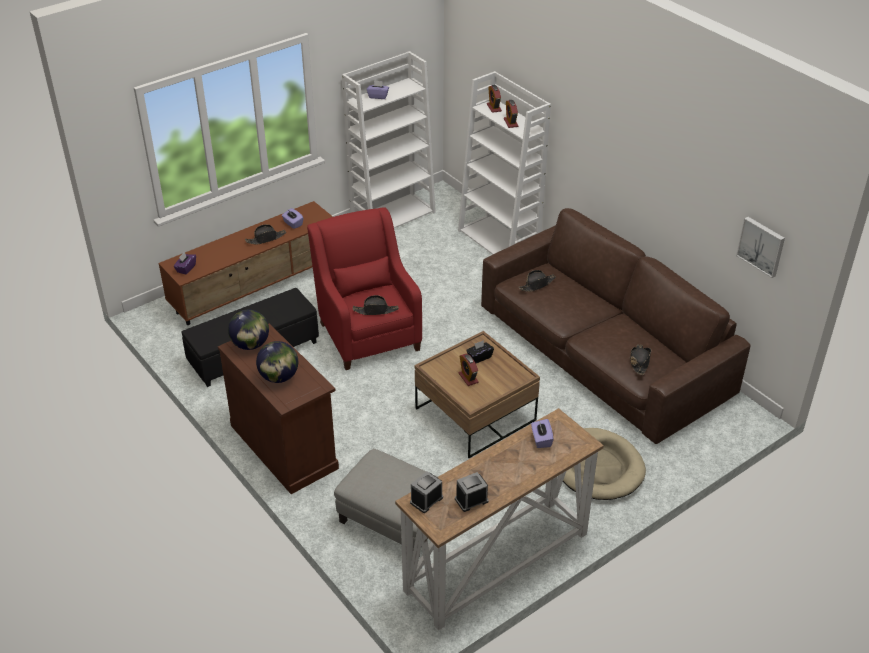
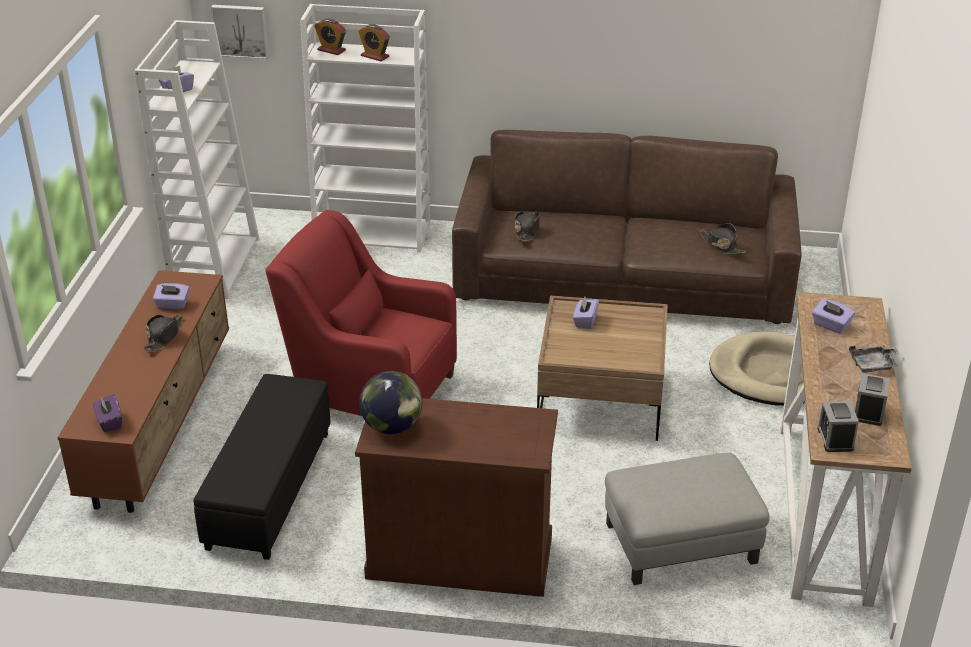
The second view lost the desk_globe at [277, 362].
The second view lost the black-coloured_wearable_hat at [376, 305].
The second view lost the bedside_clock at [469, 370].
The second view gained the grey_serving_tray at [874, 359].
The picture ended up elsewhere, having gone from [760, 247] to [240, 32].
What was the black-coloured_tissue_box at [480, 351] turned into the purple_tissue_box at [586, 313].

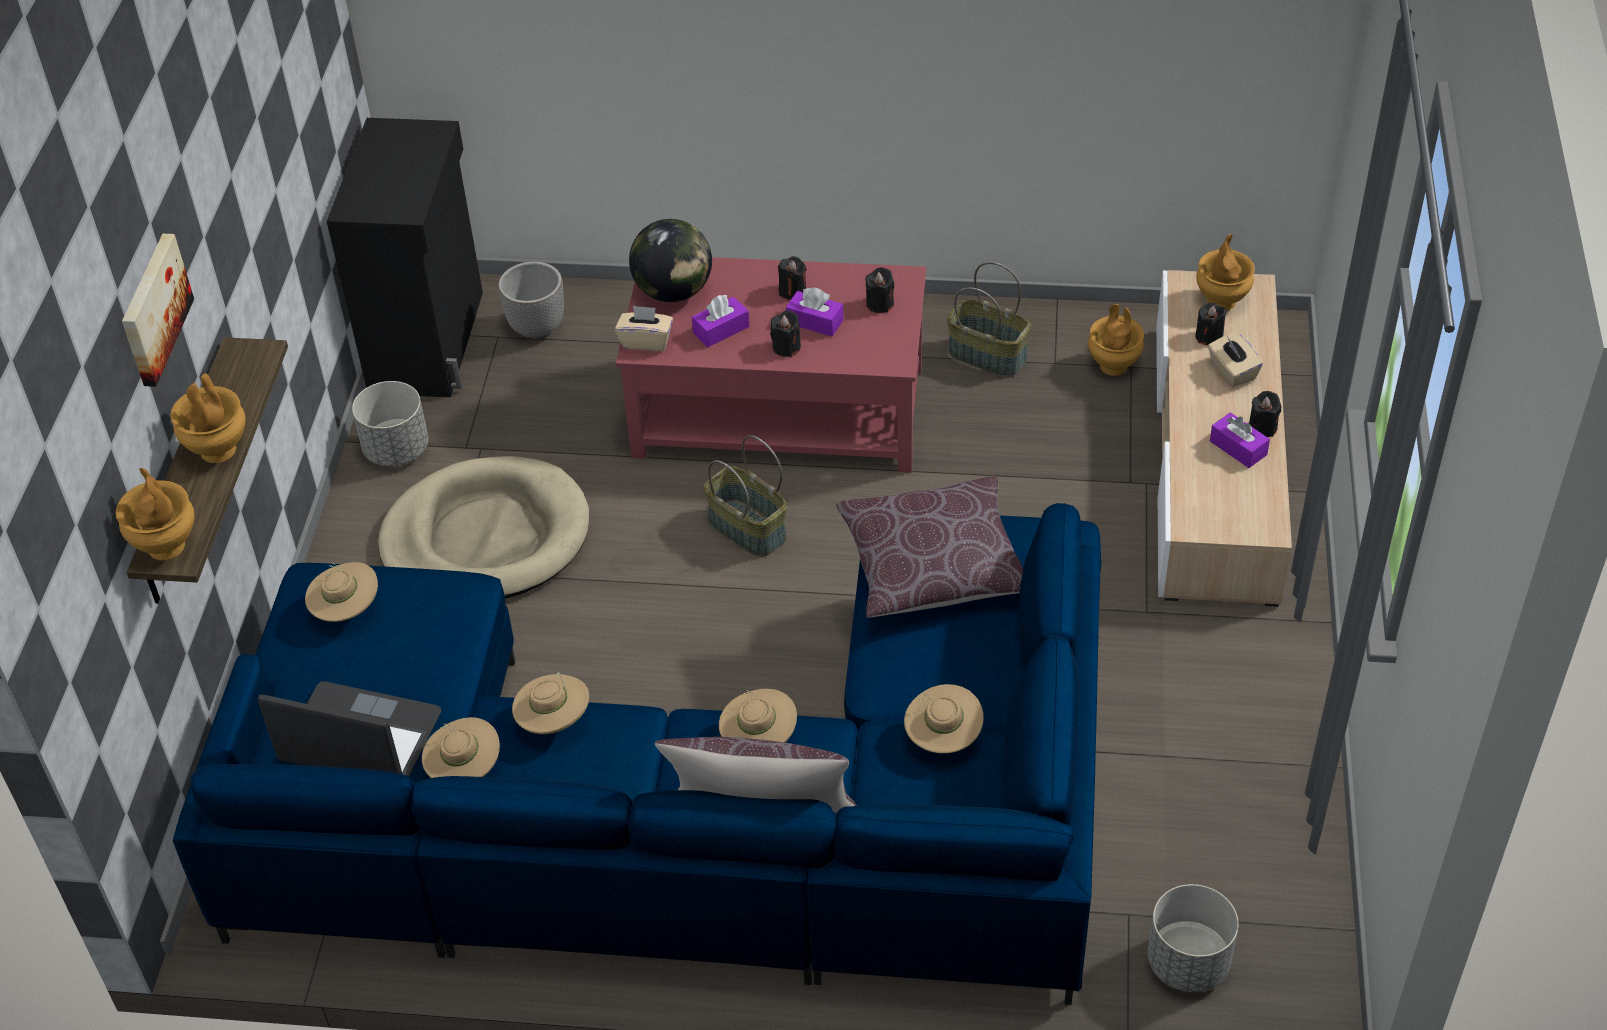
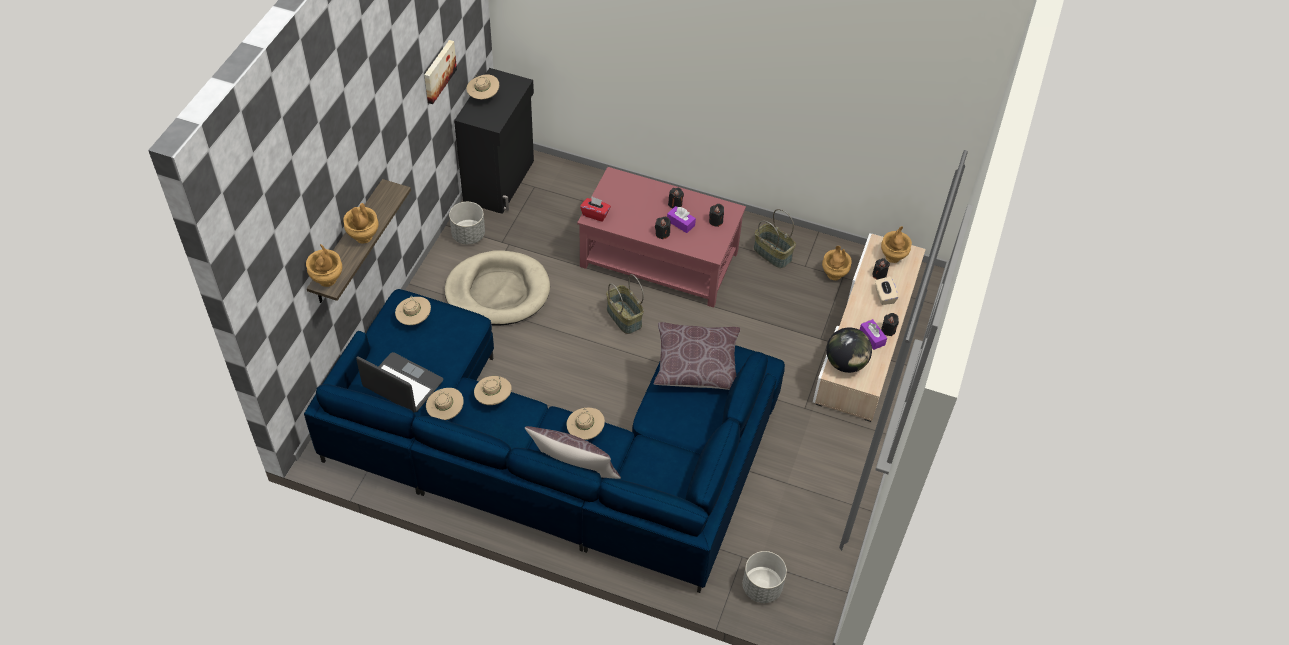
The second view lost the plant_pot at [531, 300].
The second view lost the purple_tissue_box at [720, 321].
The picture ended up elsewhere, having gone from [158, 310] to [440, 72].
The desk_globe ended up elsewhere, having gone from [670, 260] to [849, 350].
The beige_wearable_hat ended up elsewhere, having gone from [944, 718] to [482, 87].
What was the beige_tissue_box at [644, 328] turned into the red-coloured_tissue_box at [595, 209].

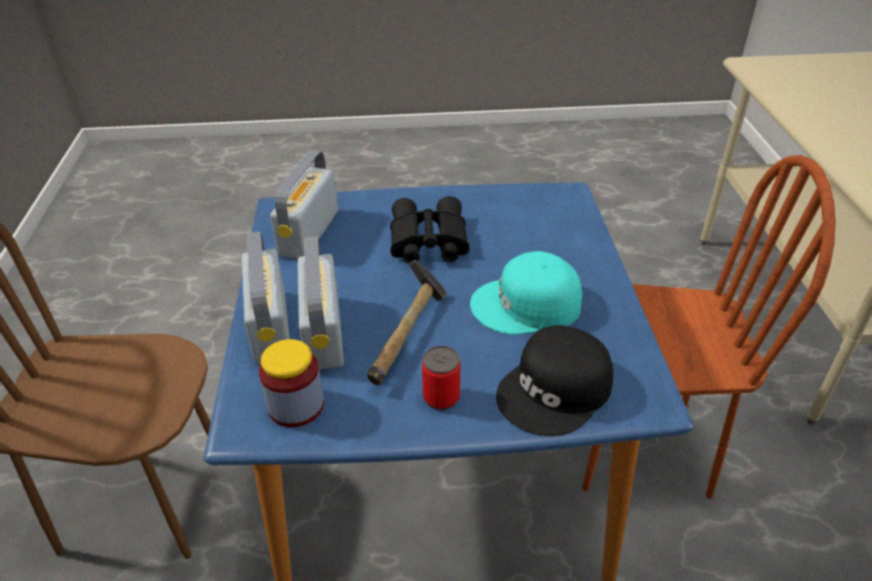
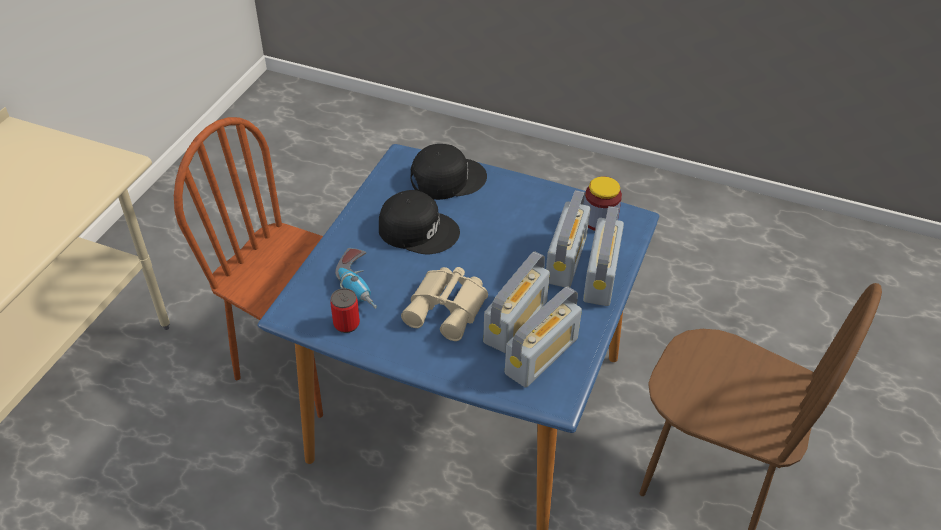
The second view lost the hand_hammer at [407, 322].
The second view gained the power_drill at [356, 278].
The second view gained the radio_receiver at [516, 302].
The sealed_can ended up elsewhere, having gone from [441, 378] to [345, 310].
What was the black-coloured_field_glasses at [429, 230] turned into the beige_field_glasses at [444, 304].
What was the turquoise_peaked_cap at [526, 292] turned into the black-coloured_peaked_cap at [419, 222].

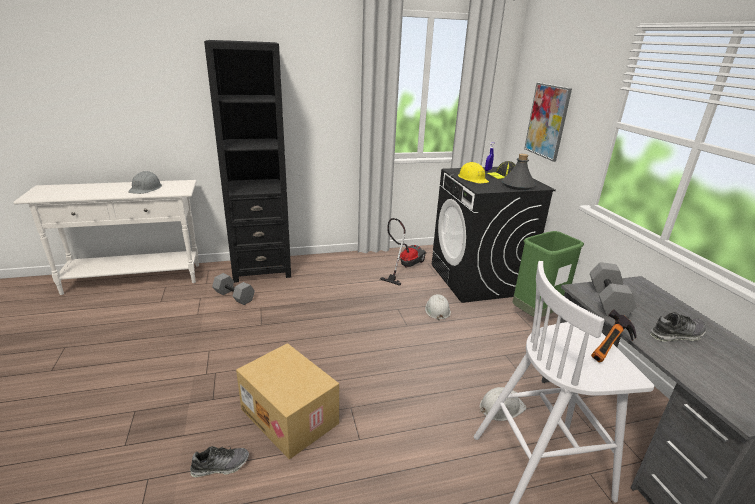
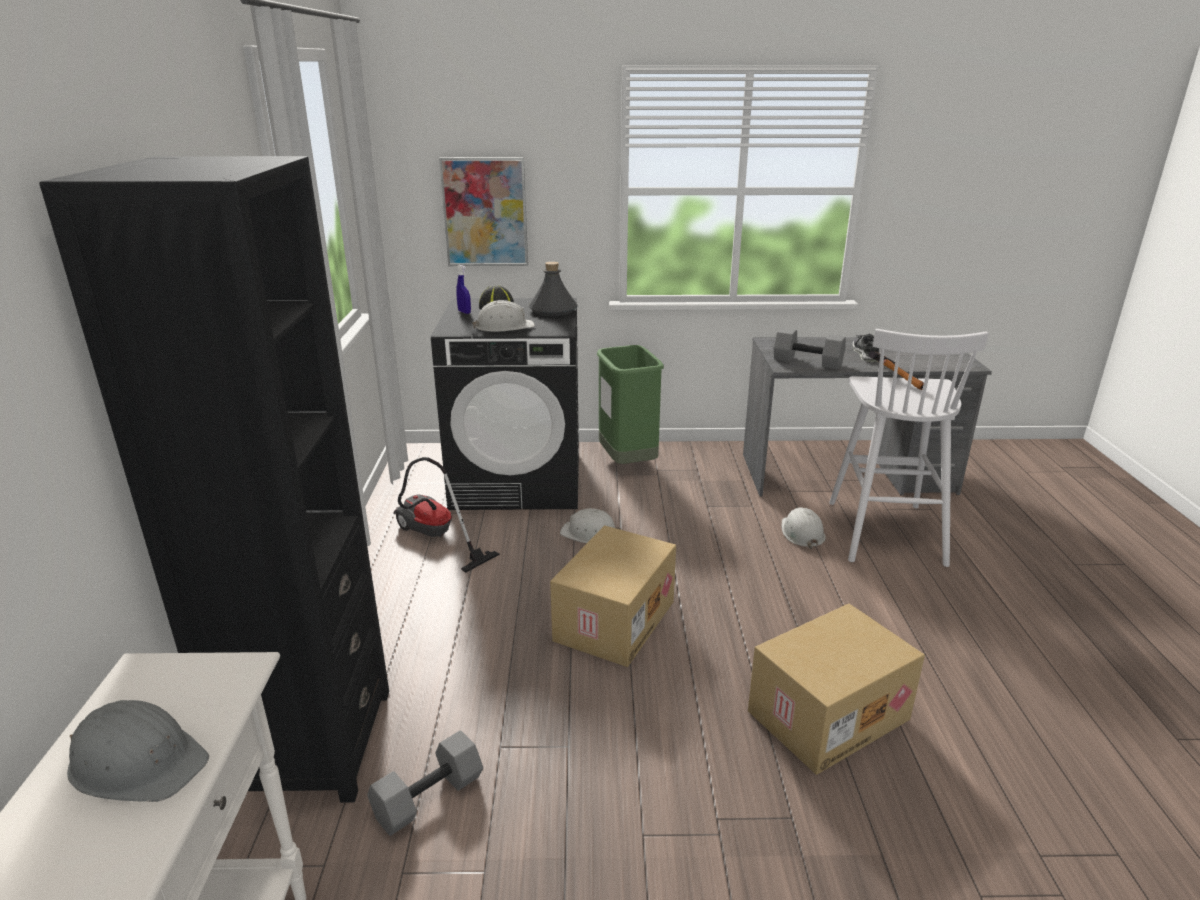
The second view lost the shoe at [219, 461].
The second view gained the cardboard_box at [613, 596].
What was the yellowish_work_helmet at [473, 172] turned into the white_work_helmet at [503, 316].

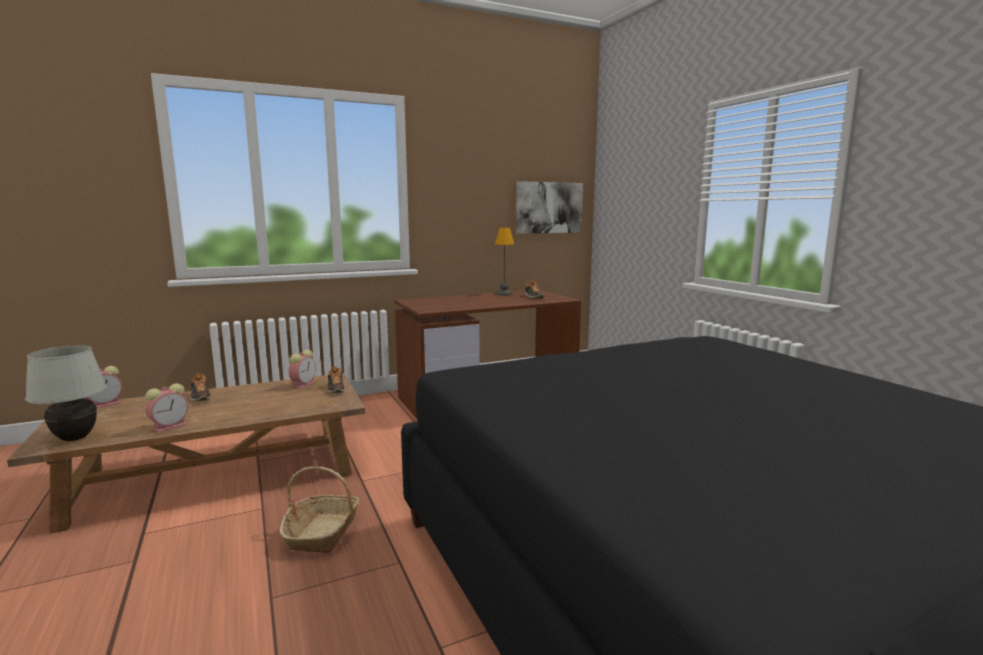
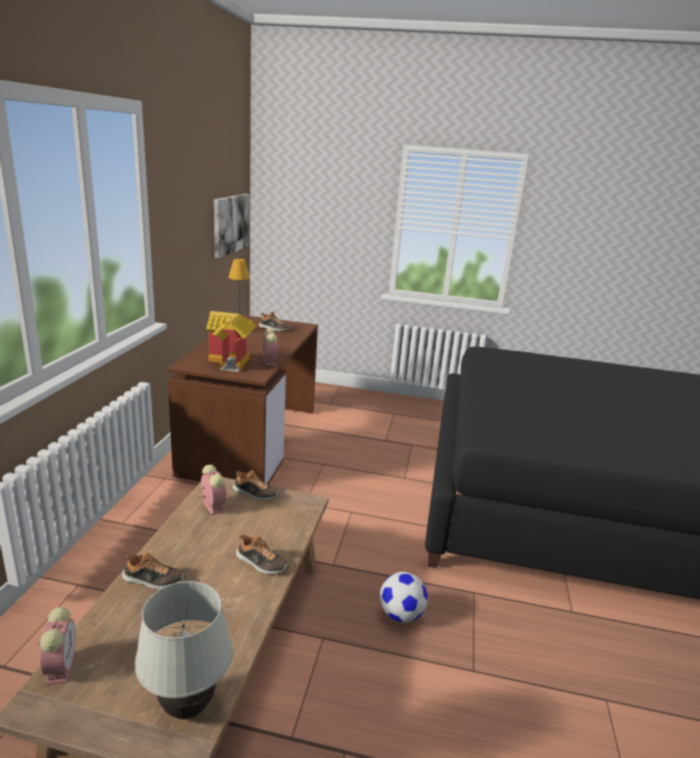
The second view gained the toy_house at [231, 341].
The second view gained the shoe at [262, 554].
The bedside_clock ended up elsewhere, having gone from [166, 408] to [269, 347].
Where the storage_basket stood at [319, 510], the football came to stand at [404, 597].

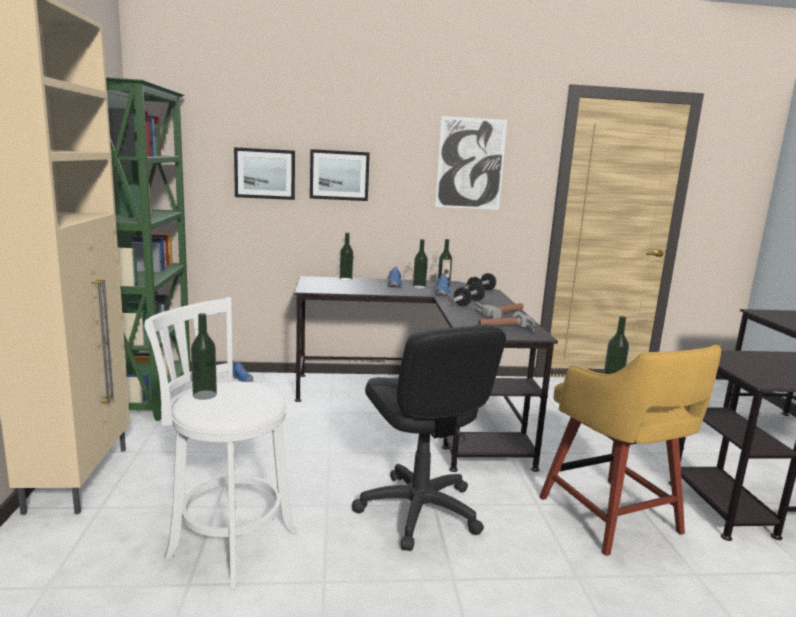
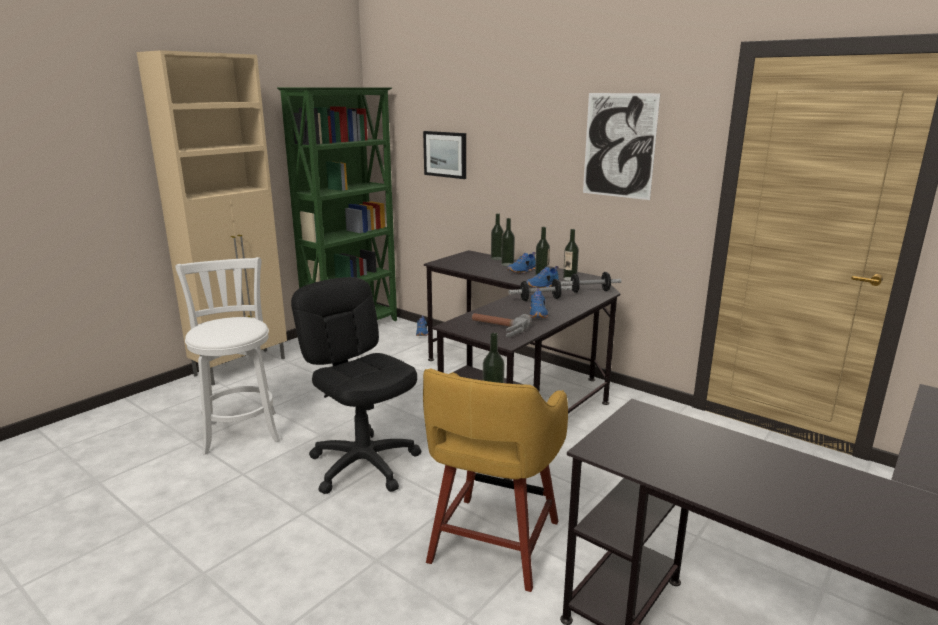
The second view lost the picture at [340, 175].
The beverage_bottle ended up elsewhere, having gone from [204, 356] to [508, 242].
Where the hand_hammer stood at [499, 310], the blue-coloured_shoe came to stand at [539, 303].
The black-coloured_computer_chair at [429, 438] ended up facing another way, 120 degrees clockwise from before.

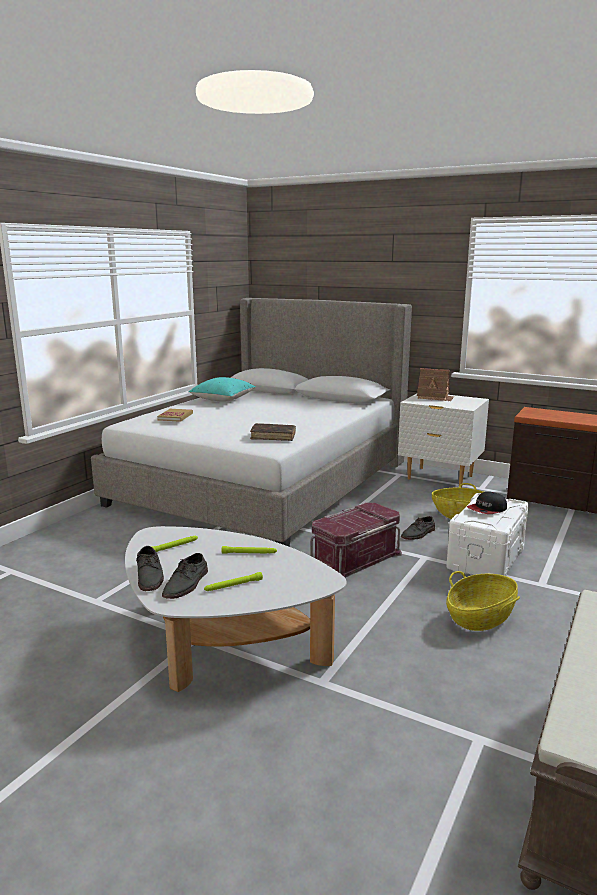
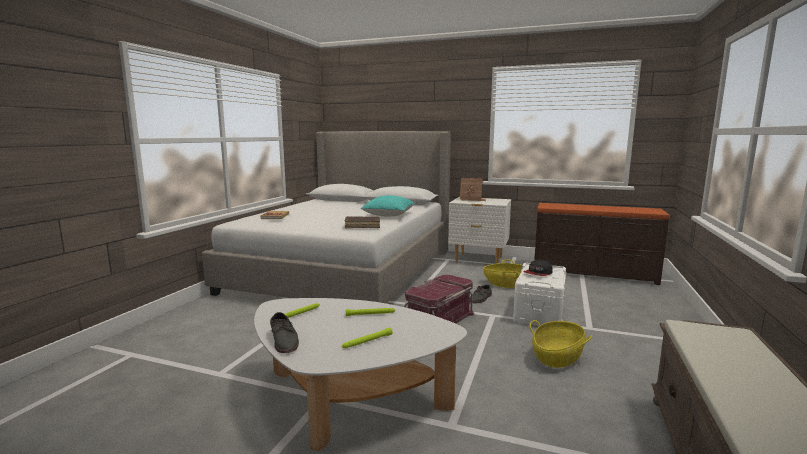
The second view lost the grey_shoe at [185, 576].
The turquoise_cushion ended up elsewhere, having gone from [222, 389] to [388, 206].

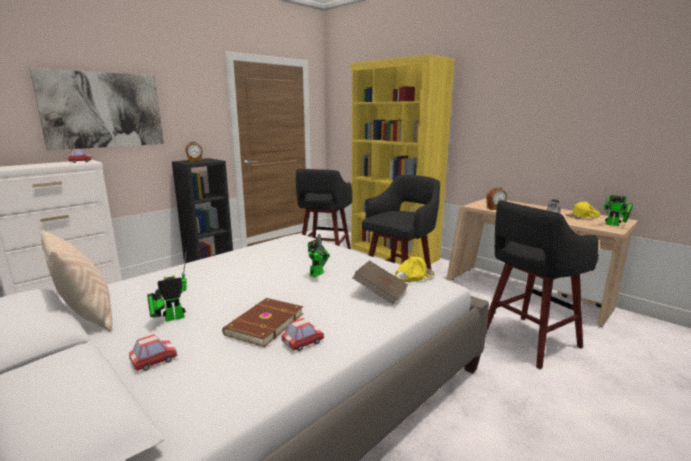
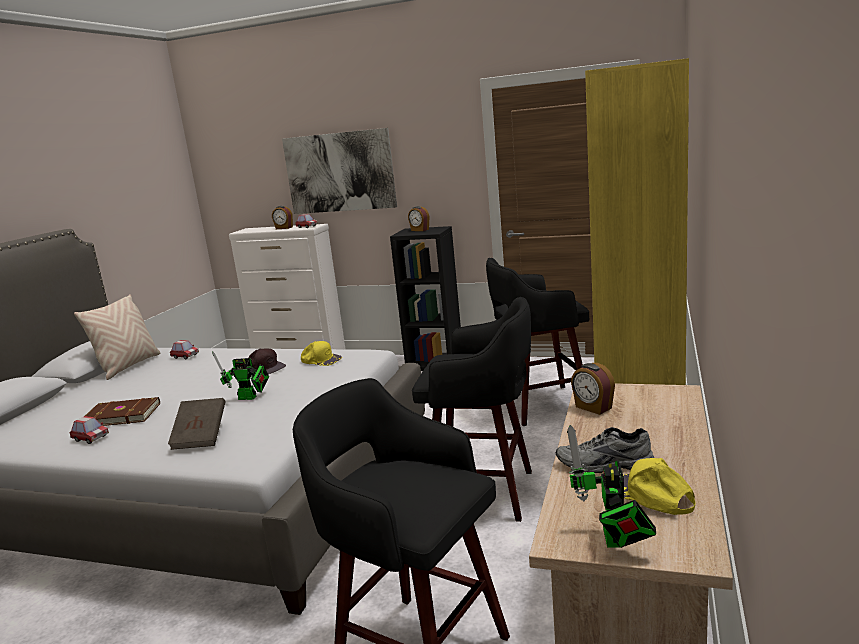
The second view lost the toy_robot at [167, 286].
The second view gained the brown_peaked_cap at [267, 361].
The second view gained the bedside_clock at [282, 217].
The toy_car ended up elsewhere, having gone from [153, 352] to [184, 349].
The yellowish_peaked_cap ended up elsewhere, having gone from [415, 269] to [321, 353].

